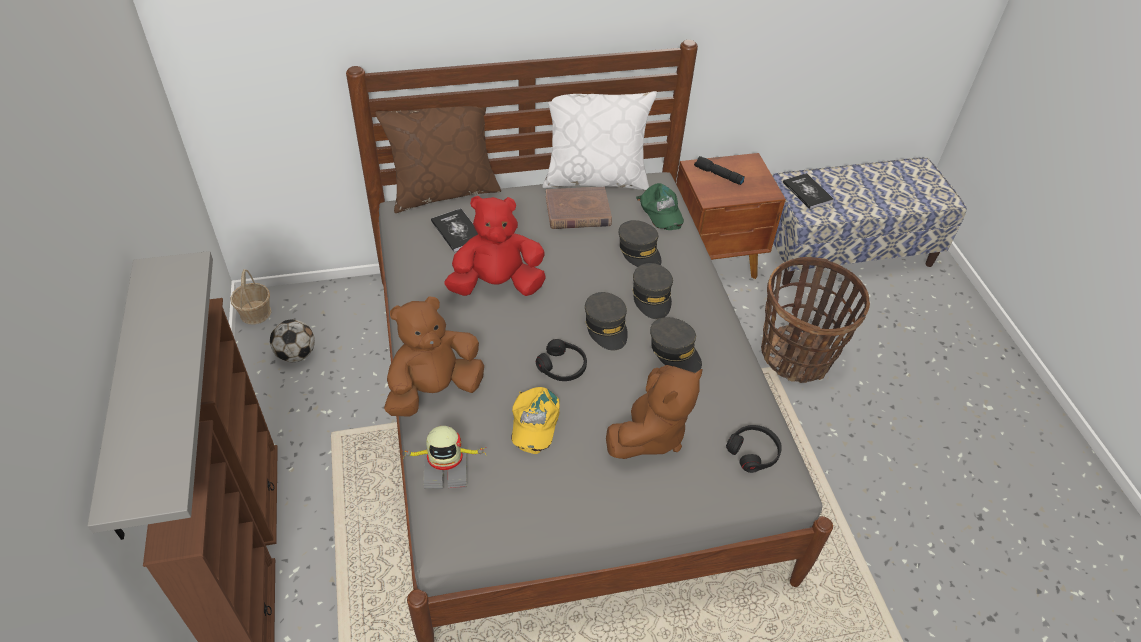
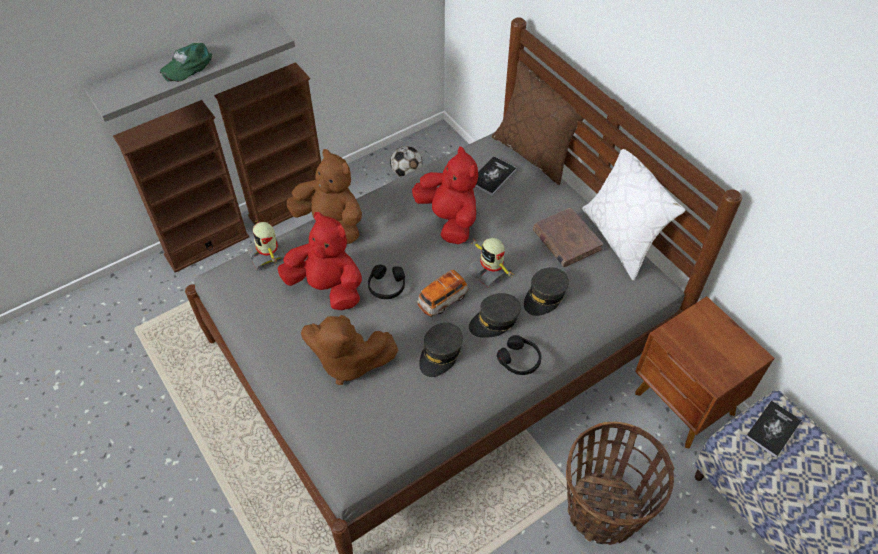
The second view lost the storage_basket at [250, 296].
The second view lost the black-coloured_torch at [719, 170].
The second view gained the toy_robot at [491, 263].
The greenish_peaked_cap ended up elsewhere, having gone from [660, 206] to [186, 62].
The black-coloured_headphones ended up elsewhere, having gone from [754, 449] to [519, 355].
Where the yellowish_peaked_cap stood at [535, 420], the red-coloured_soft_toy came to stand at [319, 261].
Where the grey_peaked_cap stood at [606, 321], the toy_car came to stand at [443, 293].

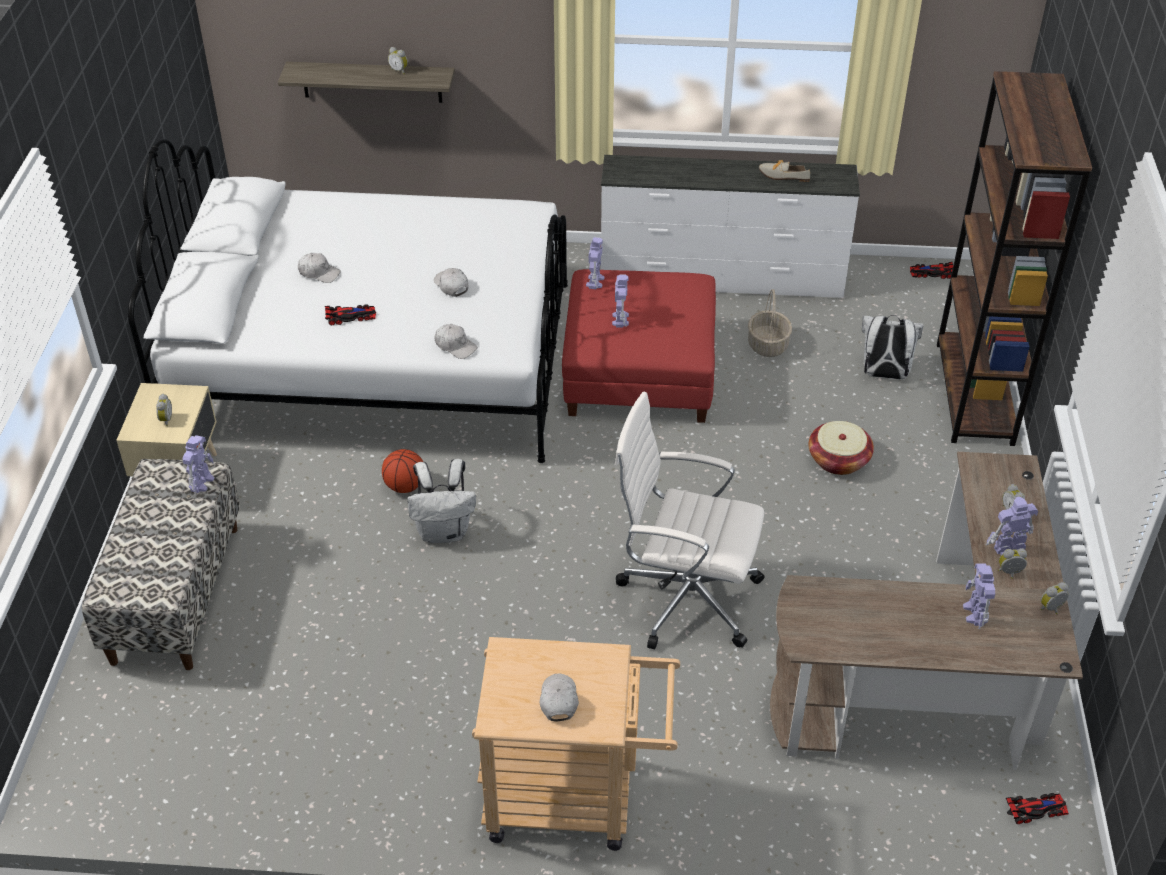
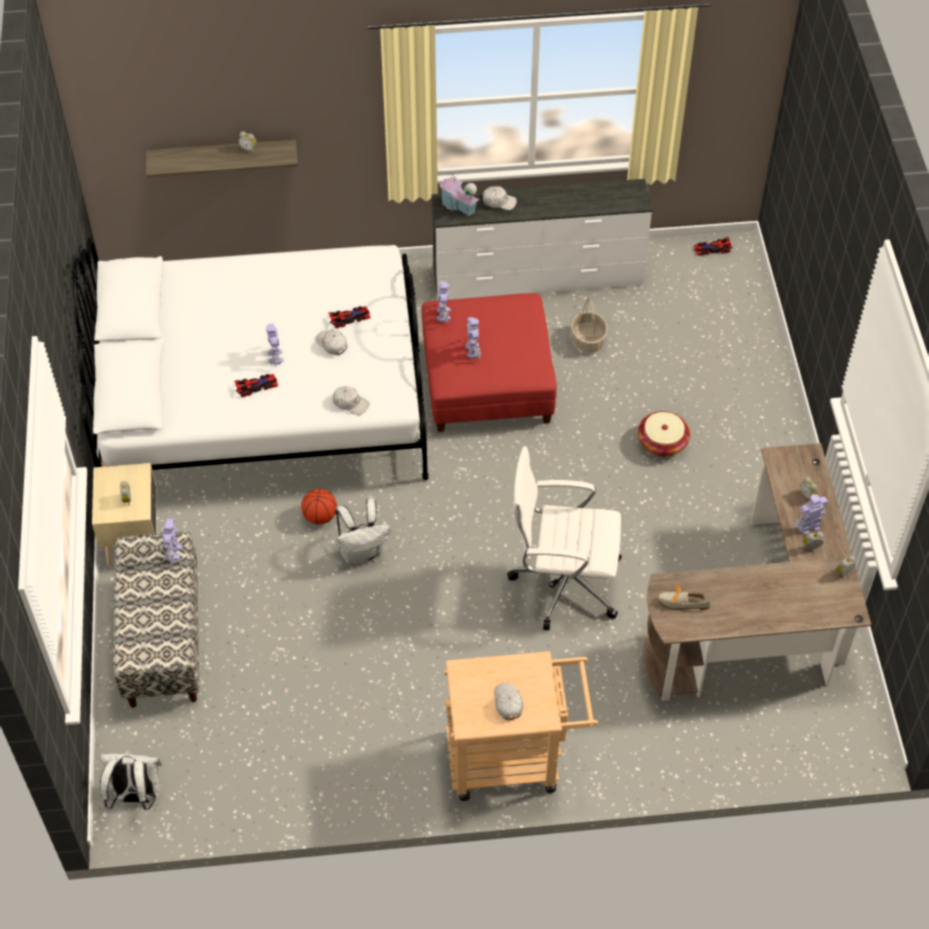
The second view lost the brown_shelving_unit at [1014, 258].
The second view gained the toy_house at [459, 194].
The white_peaked_cap ended up elsewhere, having gone from [319, 268] to [500, 198].
The shoe ended up elsewhere, having gone from [784, 171] to [683, 597].
The white_knapsack ended up elsewhere, having gone from [893, 347] to [131, 782].
The toy_robot ended up elsewhere, having gone from [979, 596] to [274, 345].
The toy_car ended up elsewhere, having gone from [1037, 808] to [349, 317].

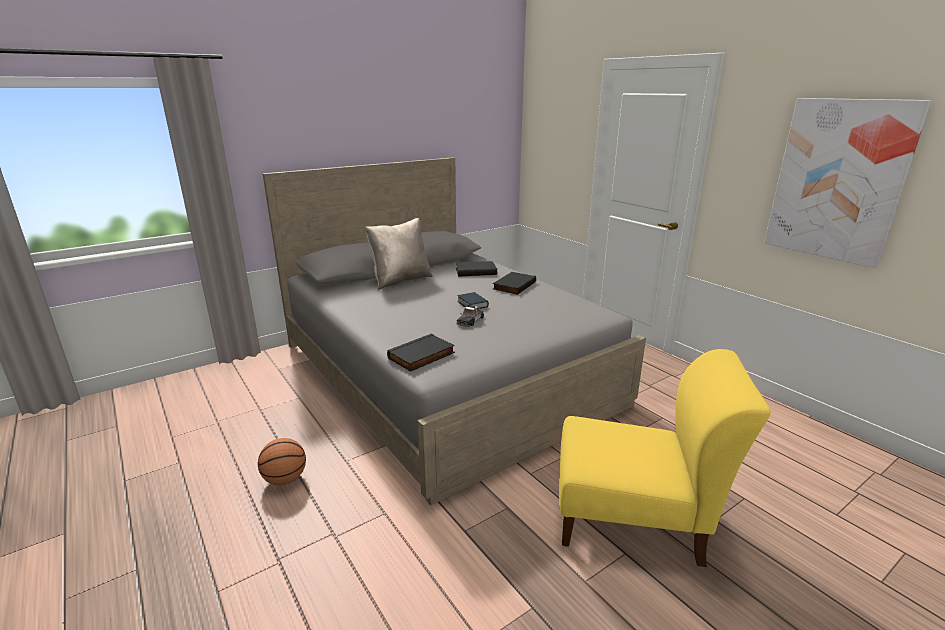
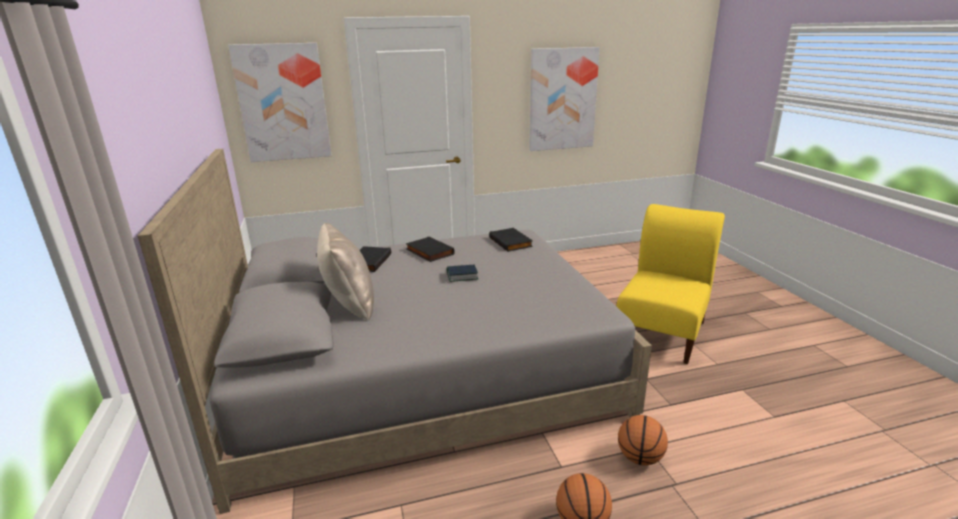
The second view lost the toy_car at [470, 316].
The second view gained the picture at [280, 102].
The second view gained the ball_for_basketball at [643, 440].
The black-coloured_volume ended up elsewhere, having gone from [421, 352] to [511, 240].

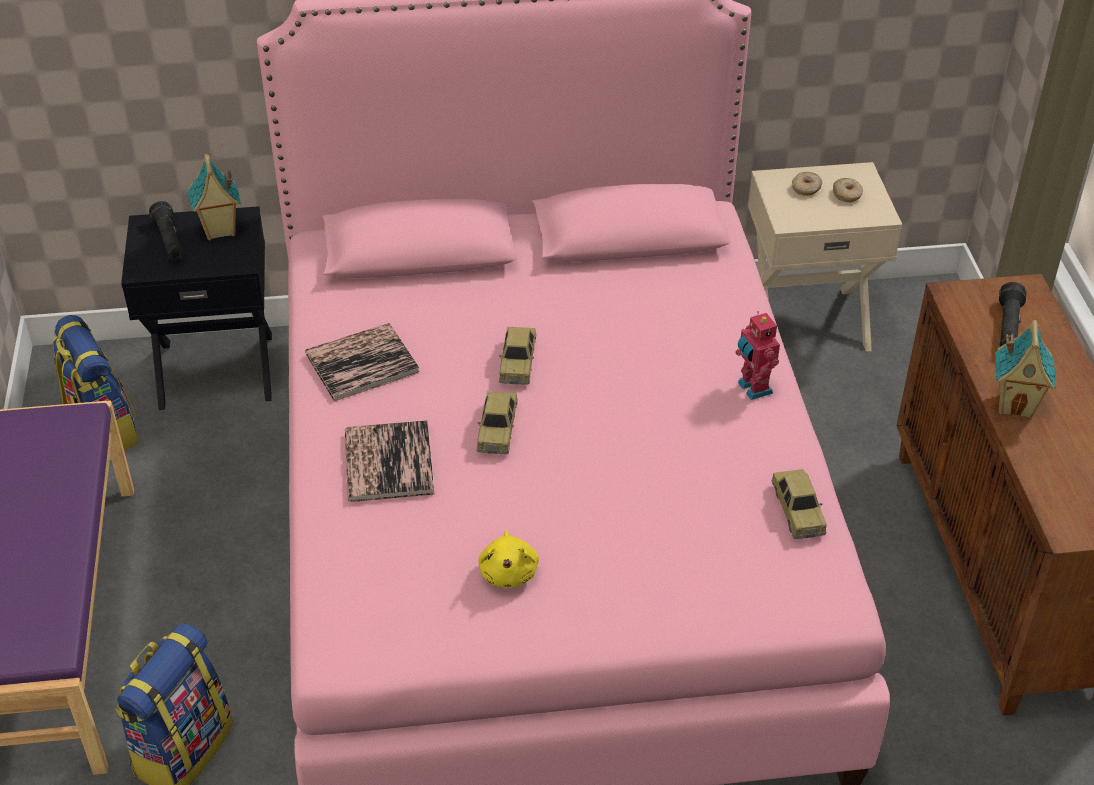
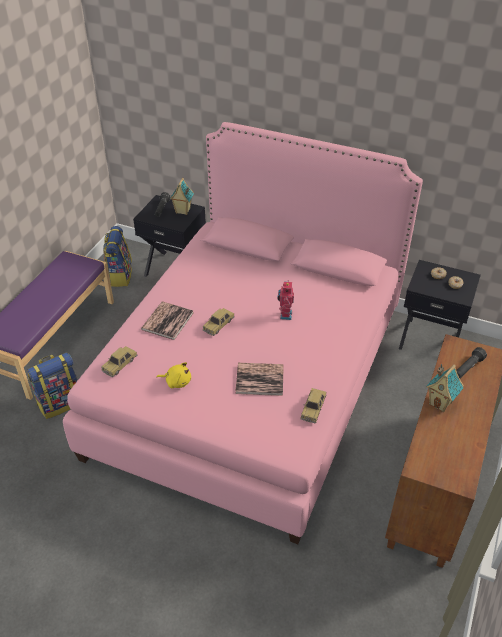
The volume ended up elsewhere, having gone from [362, 362] to [259, 379].
The toy_car ended up elsewhere, having gone from [517, 356] to [119, 361].
The toy_robot ended up elsewhere, having gone from [757, 355] to [285, 300].
What was the beige_bedside_table at [825, 257] turned into the black-coloured_bedside_table at [440, 305].
The yellowish_soft_toy at [508, 559] ended up facing another way, 105 degrees counterclockwise from before.

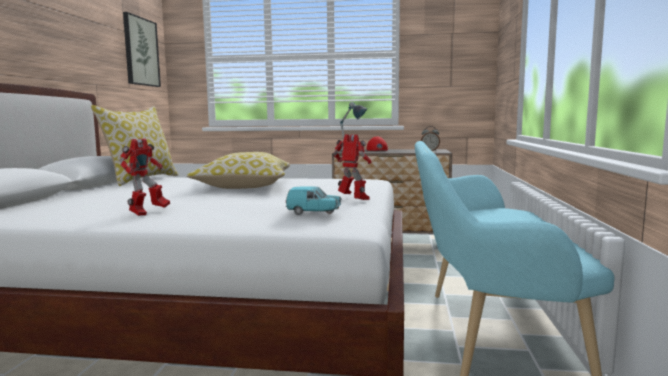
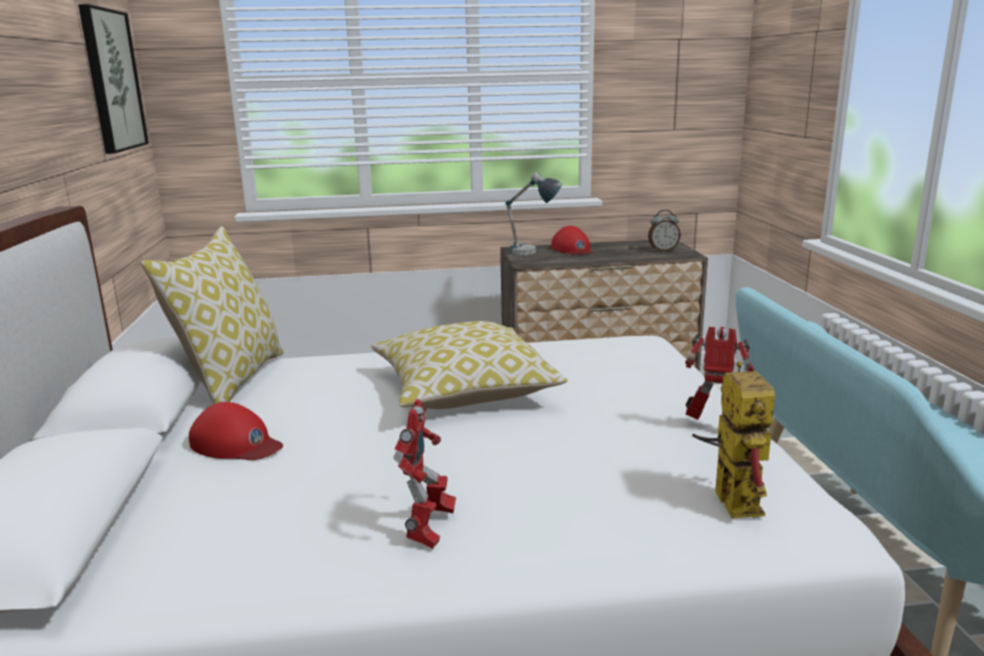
The second view gained the red-coloured_peaked_cap at [236, 431].
Where the turquoise_toy_car stood at [313, 200], the toy_robot came to stand at [733, 439].

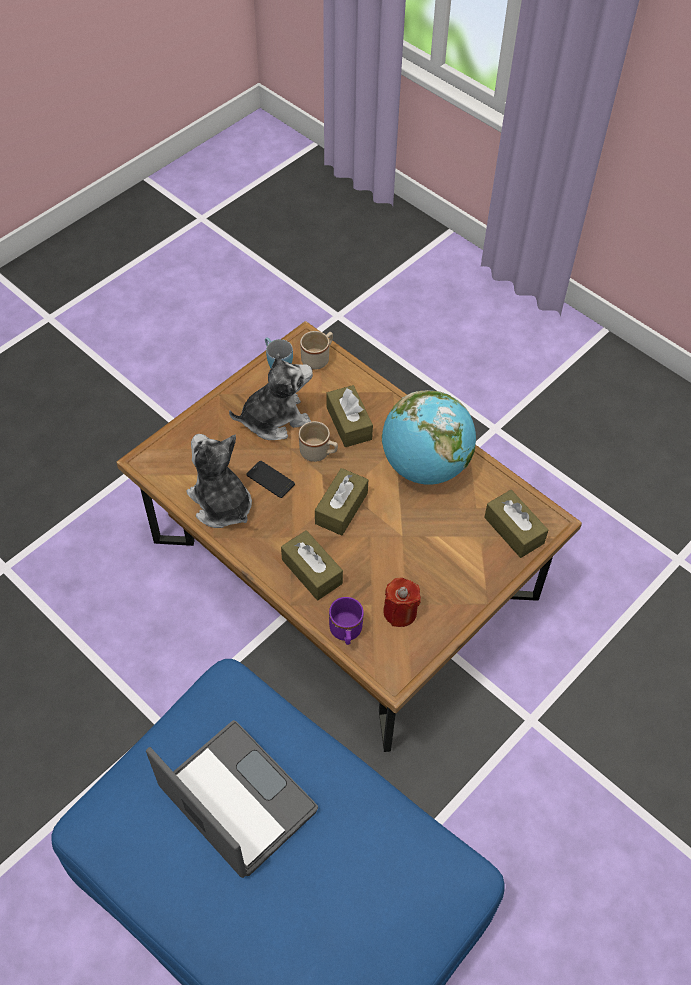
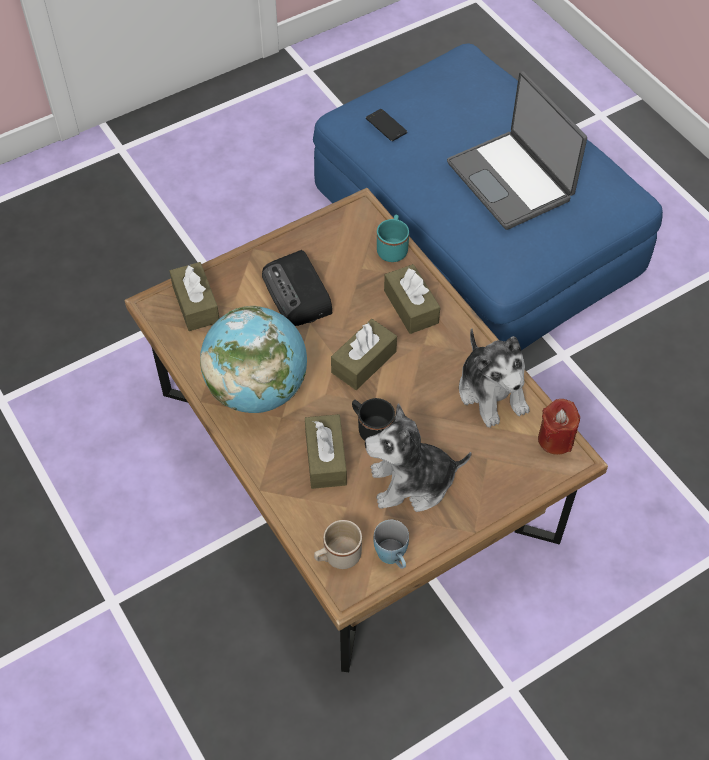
The second view gained the radio_receiver at [297, 288].
The telephone ended up elsewhere, having gone from [271, 479] to [386, 125].
The red-coloured_wax_candle ended up elsewhere, having gone from [402, 602] to [559, 427].
What was the beige_tea_mug at [318, 441] turned into the black-coloured_tea_mug at [373, 419].
What was the purple_tea_mug at [346, 621] turned into the turquoise_tea_mug at [393, 238].

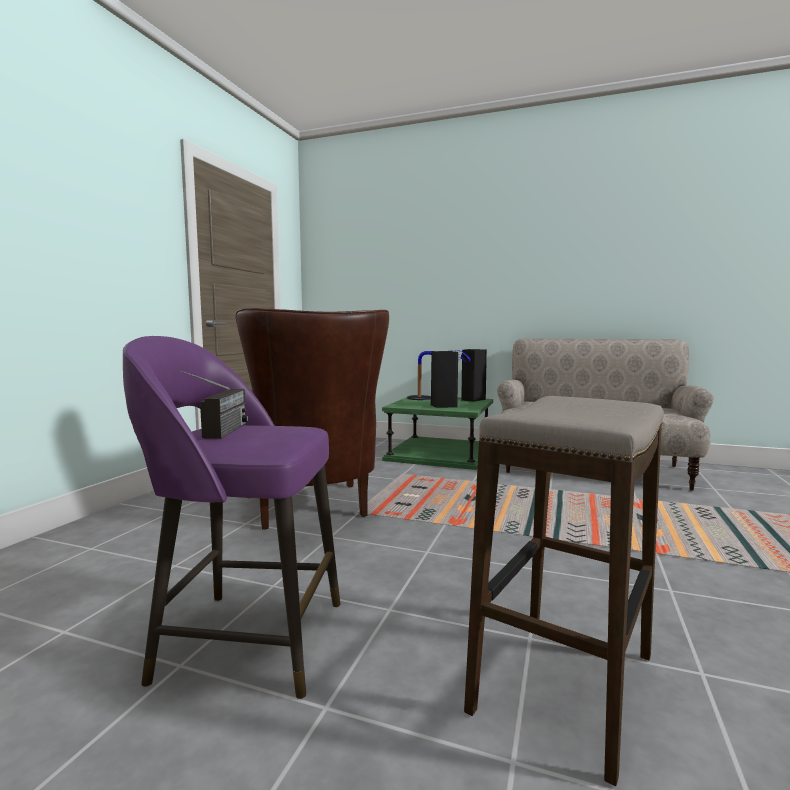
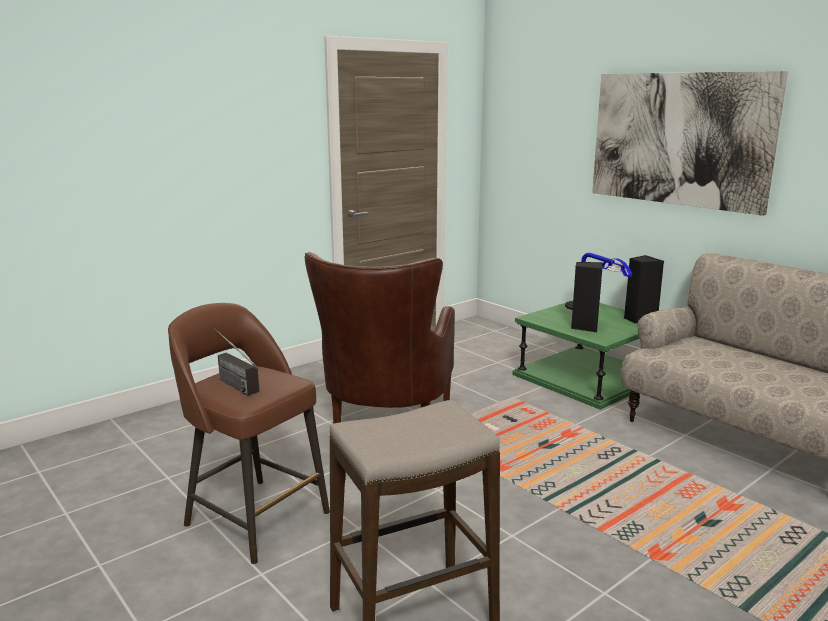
The second view gained the picture at [690, 143].
What was the purple_stool at [231, 517] turned into the brown_stool at [249, 433].
The radio_receiver at [214, 404] ended up facing another way, 105 degrees clockwise from before.

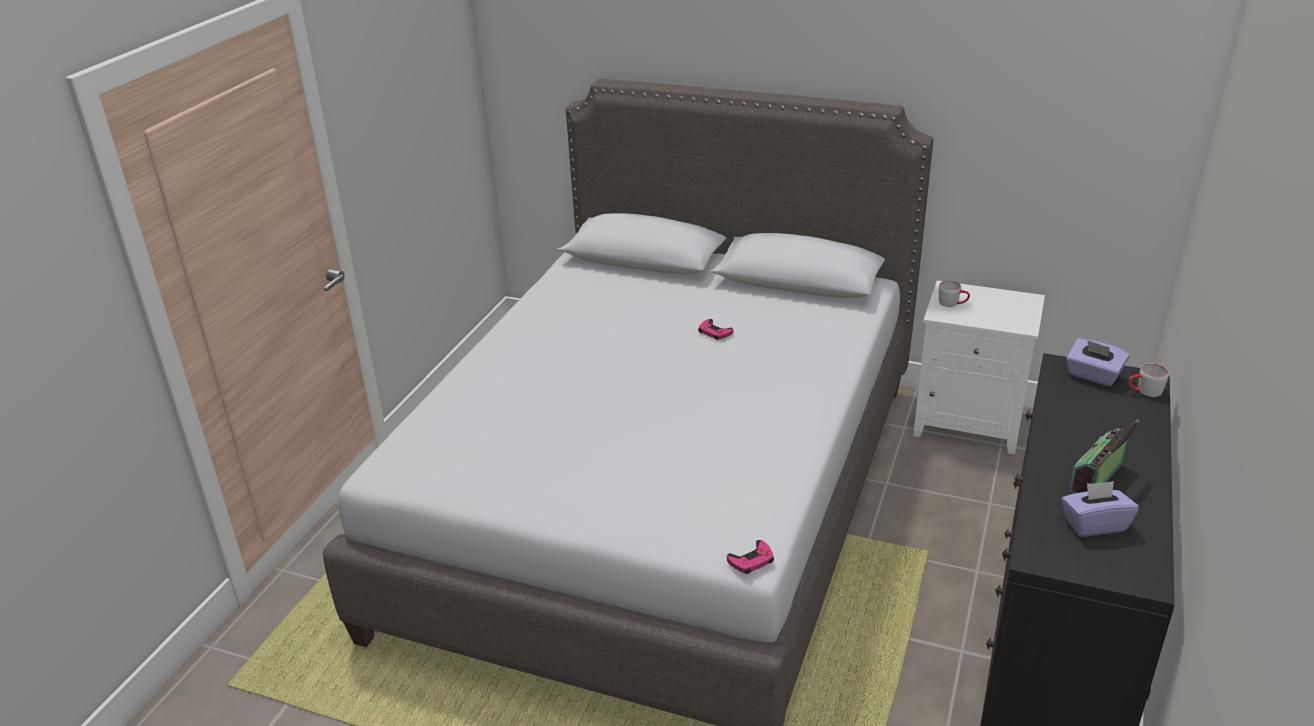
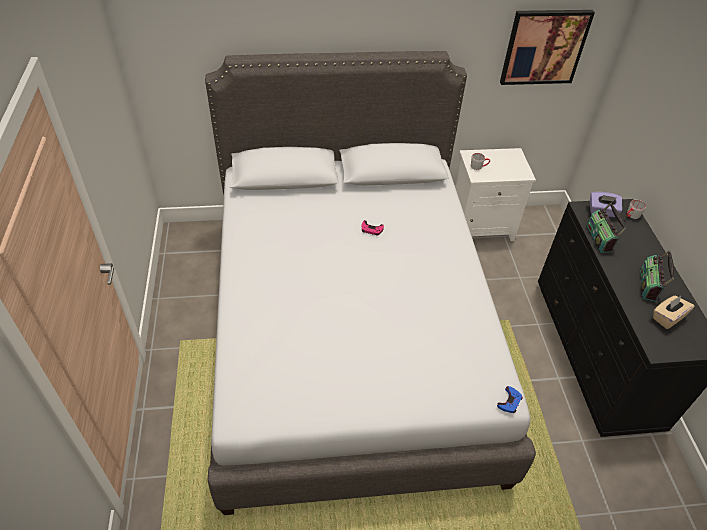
The second view gained the picture at [547, 47].
The second view gained the radio_receiver at [606, 228].
What was the pinkish_gamepad at [750, 557] turned into the blue-coloured_gamepad at [510, 399].
What was the purple_tissue_box at [1100, 509] turned into the beige_tissue_box at [674, 312].

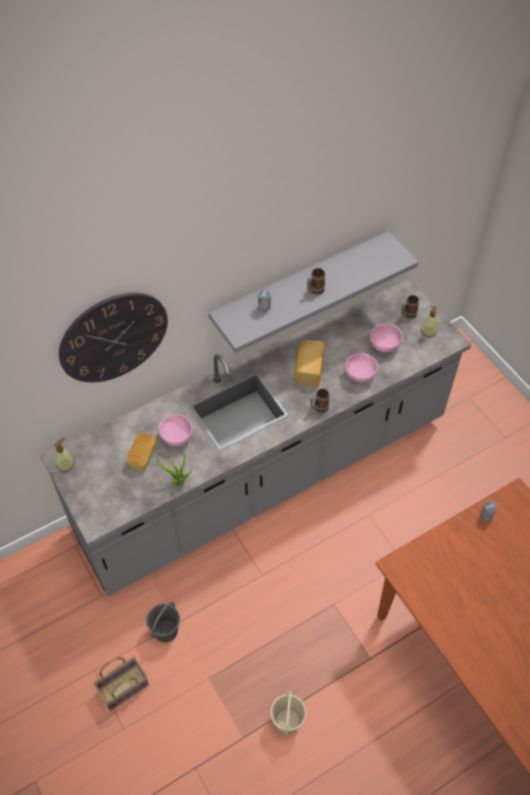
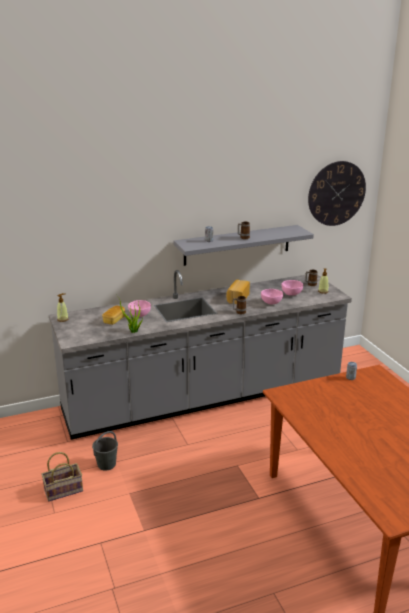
The second view lost the beige_water_bucket at [288, 712].
The wall_clock ended up elsewhere, having gone from [113, 337] to [337, 193].

